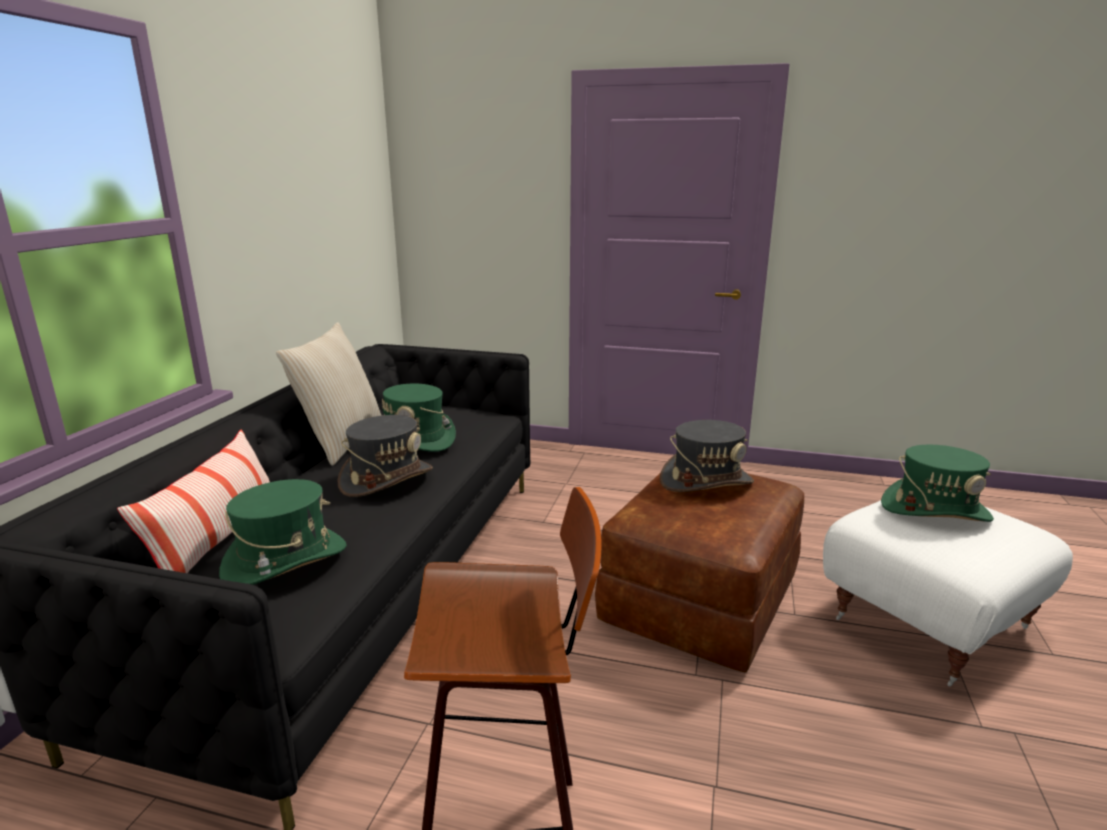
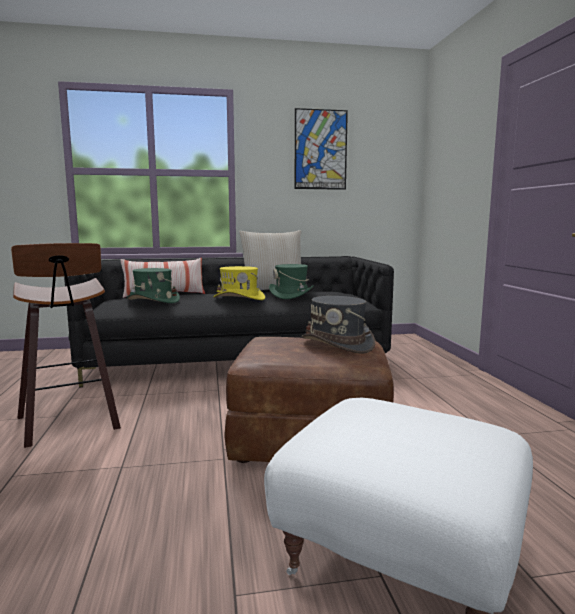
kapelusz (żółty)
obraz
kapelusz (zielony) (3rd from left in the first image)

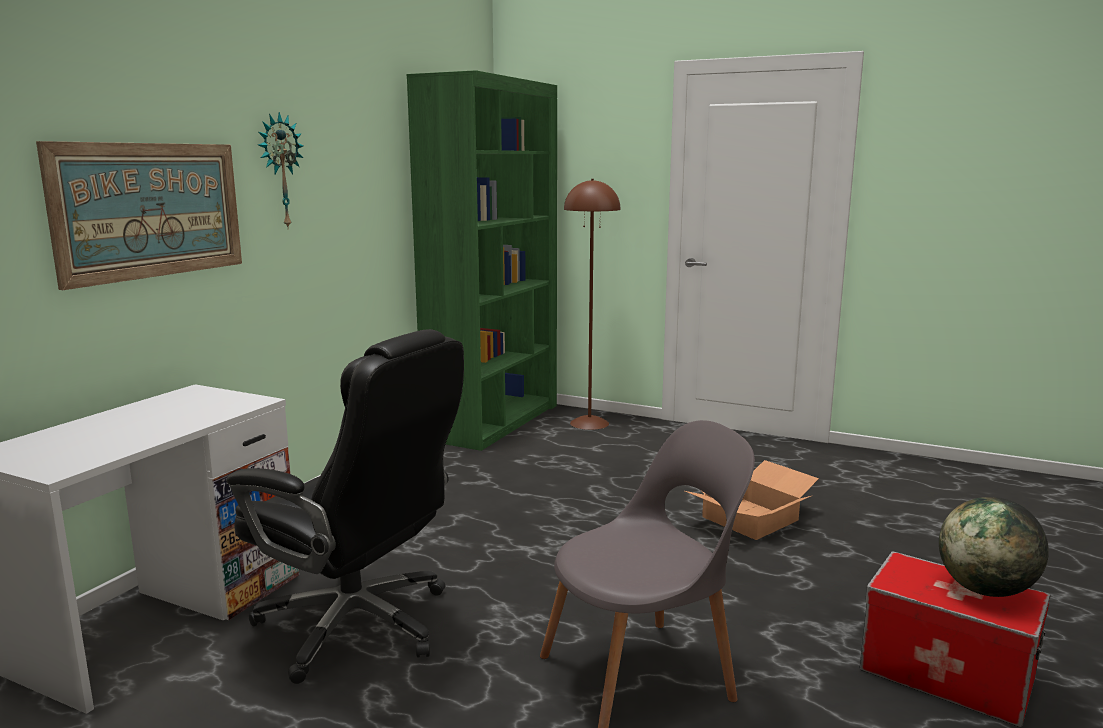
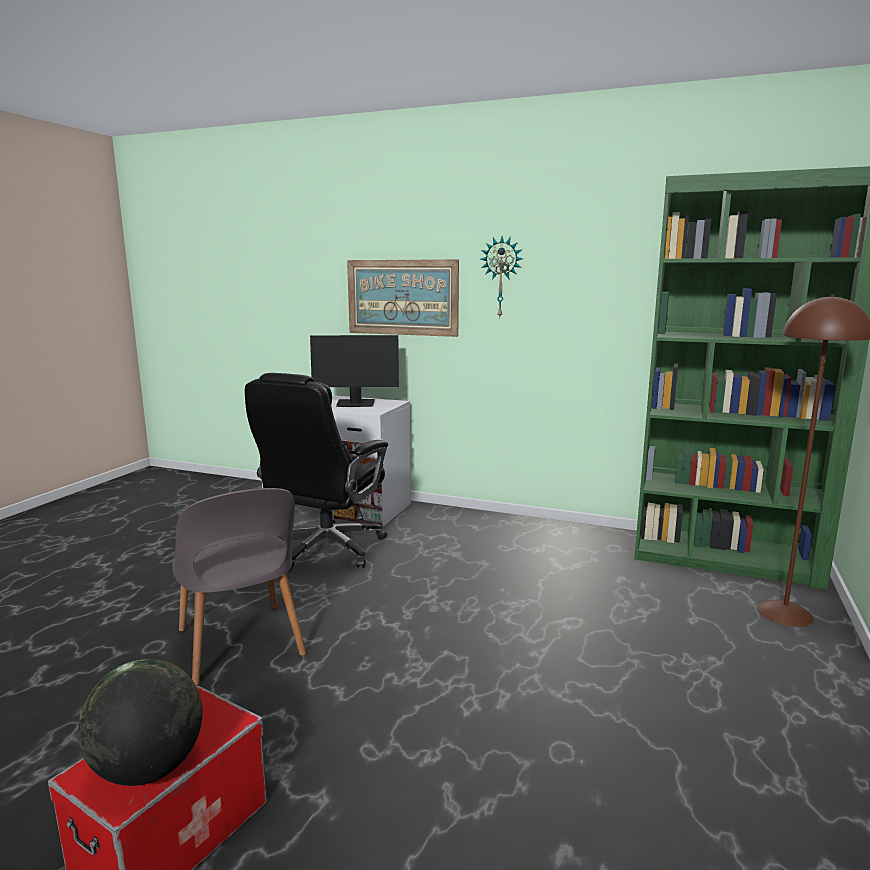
monitor
karton

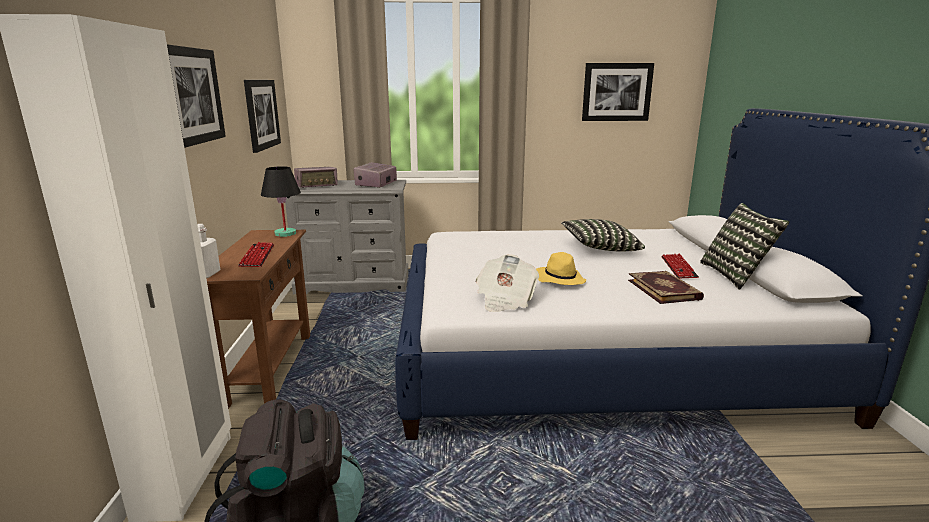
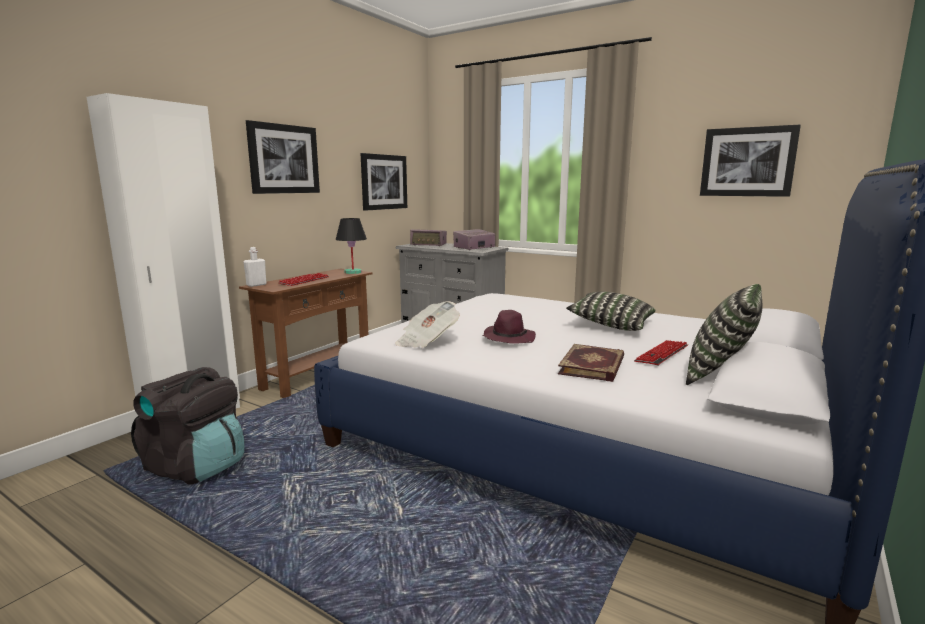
kapelusz (fioletowy)

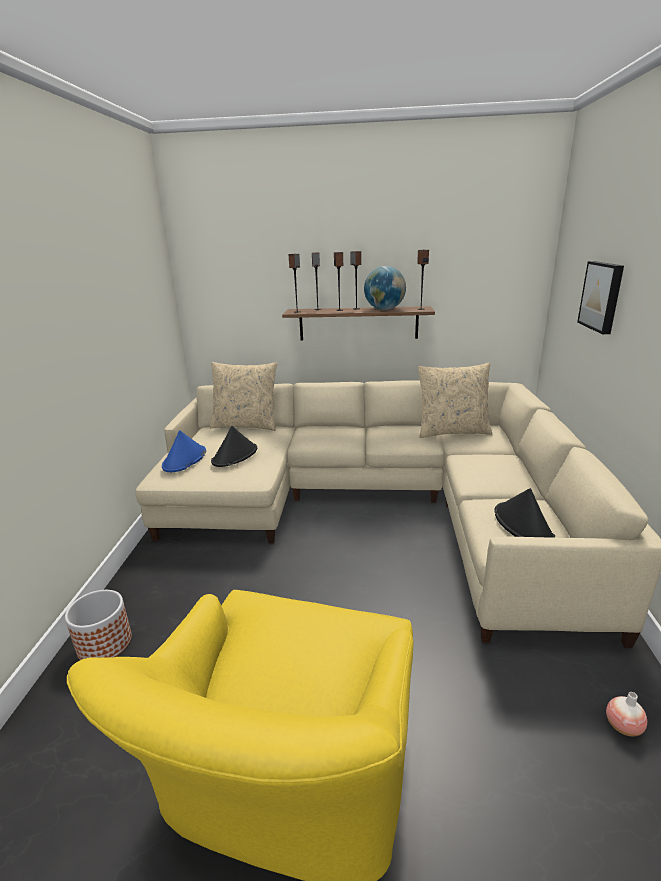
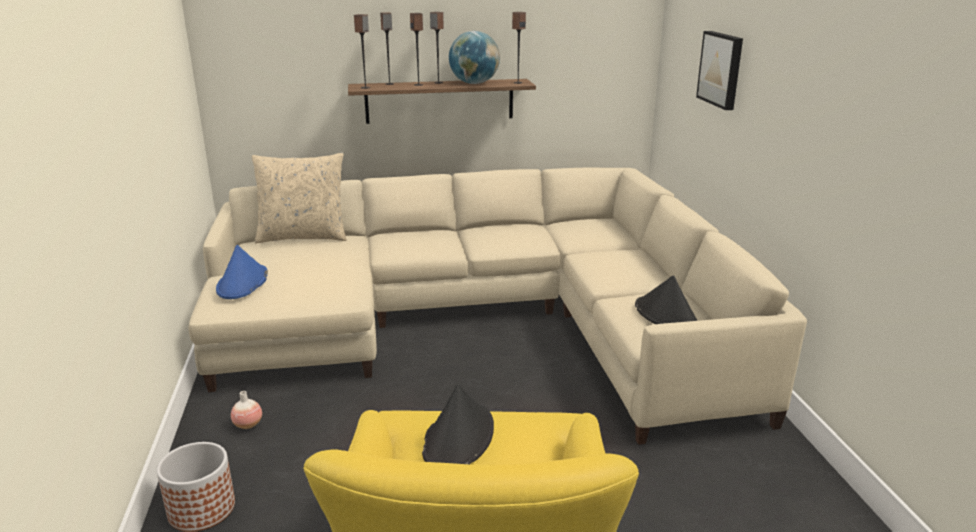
wazon
kapelusz (czarny) (1st from left)
poduszka (beżowy) (2nd from left in the first image)

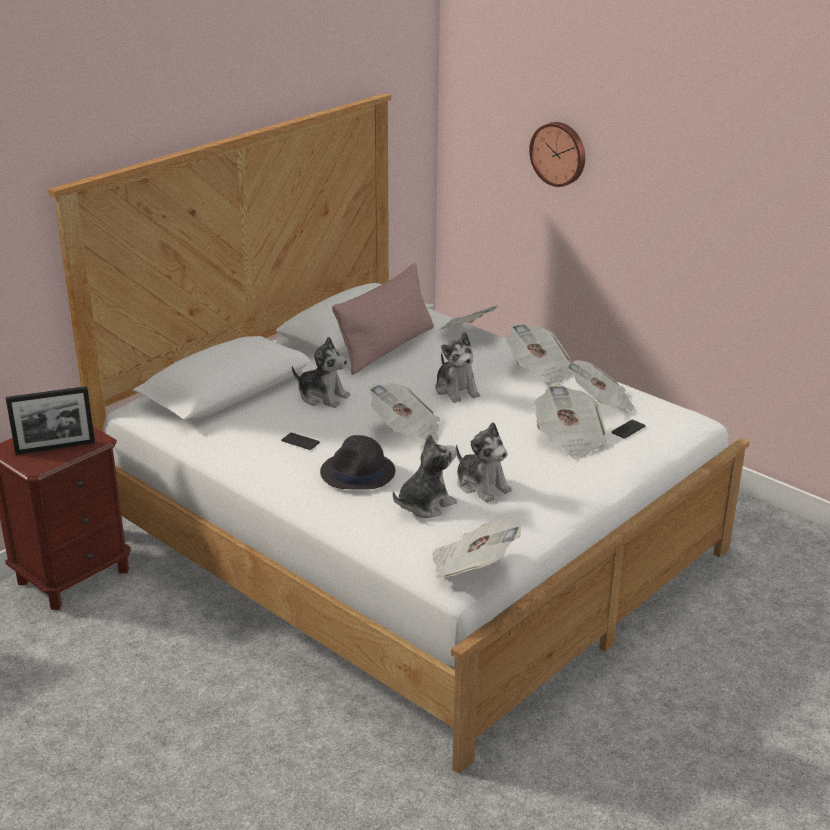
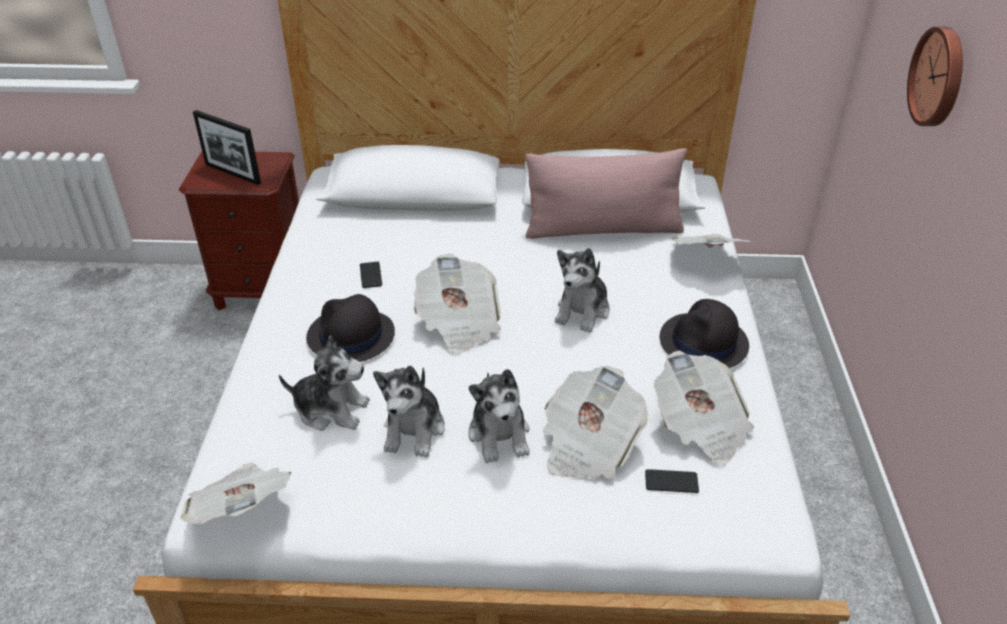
pluszak (3rd from left)
kapelusz (czarny) (2nd from left)

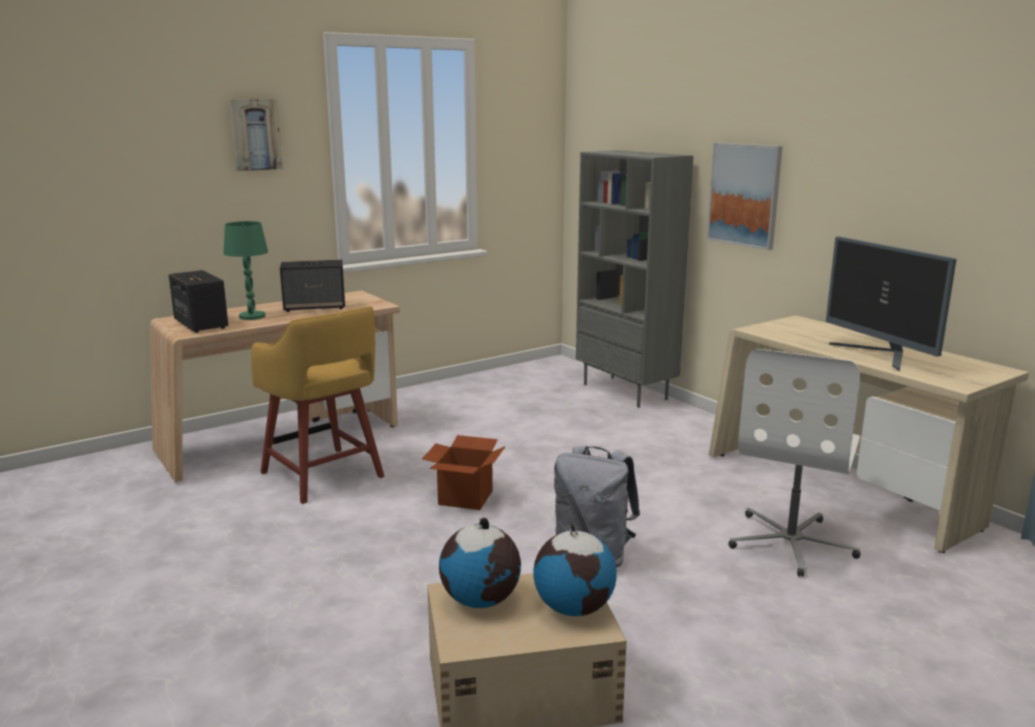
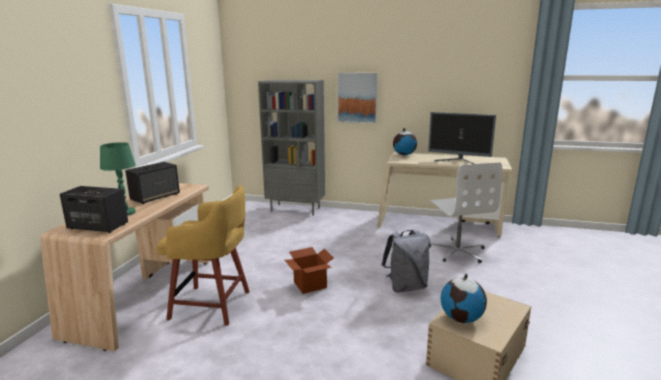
globus (1st from left)
obraz (1st from left in the first image)

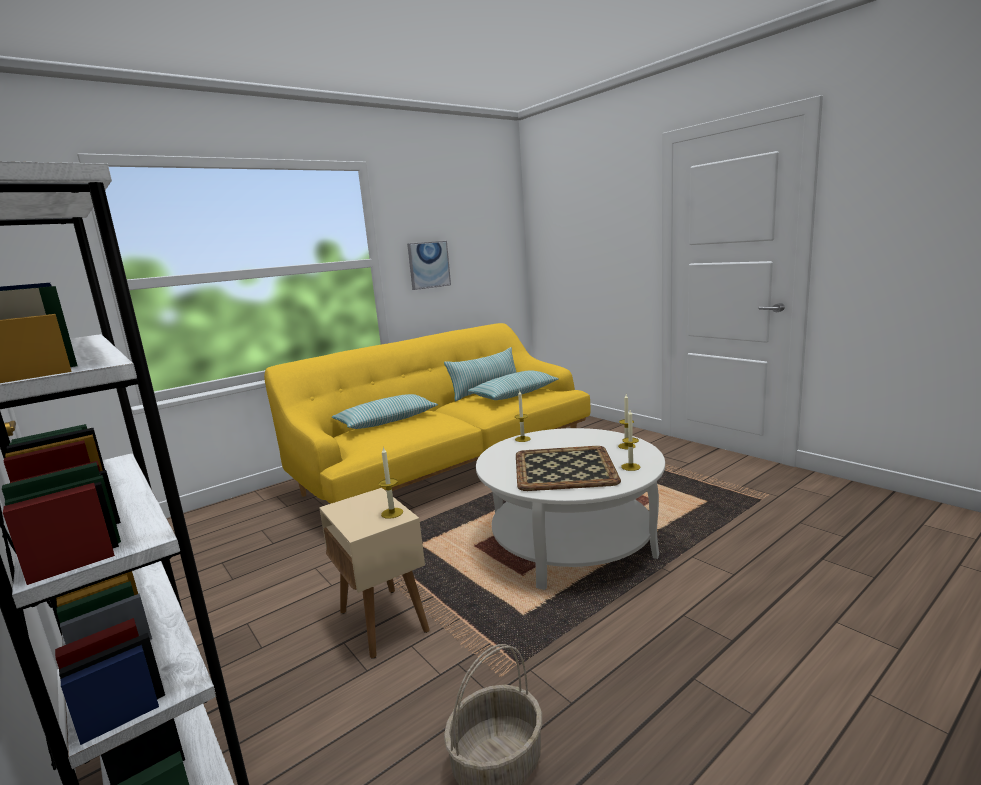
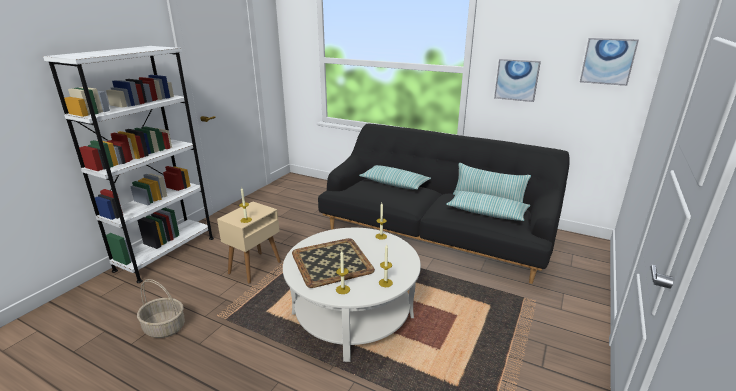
kanapa (czarny)
obraz (2nd from left)

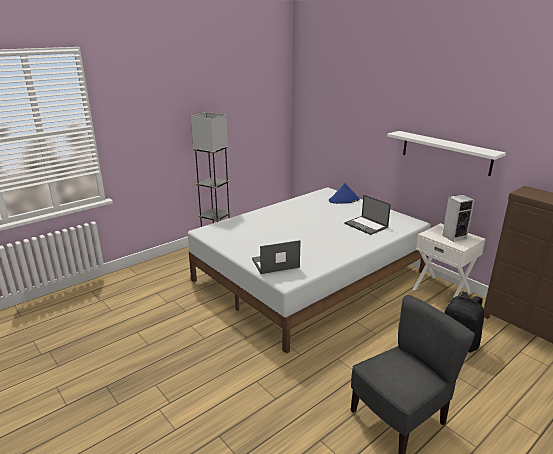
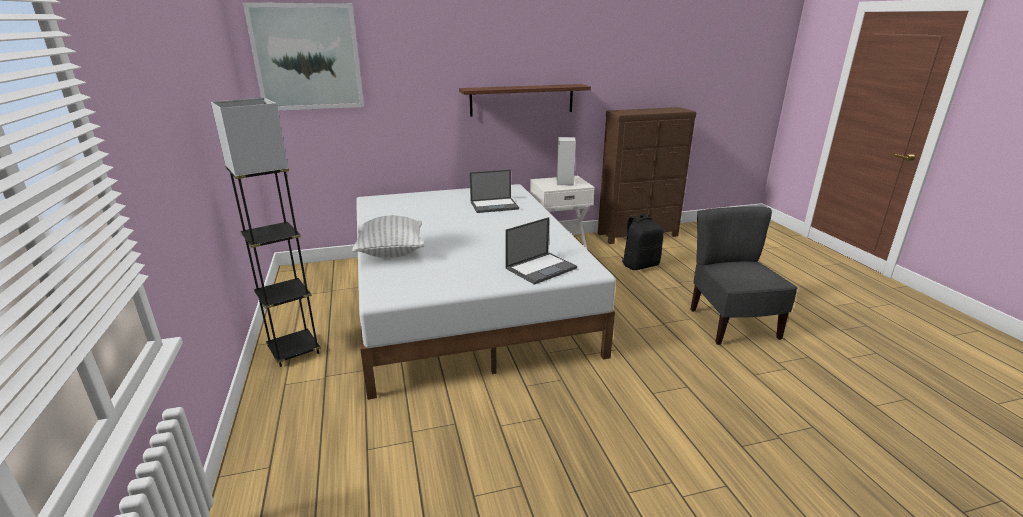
obraz
poduszka (biały)
półka (brązowy)
laptop (2nd from left)
kapelusz (niebieski)

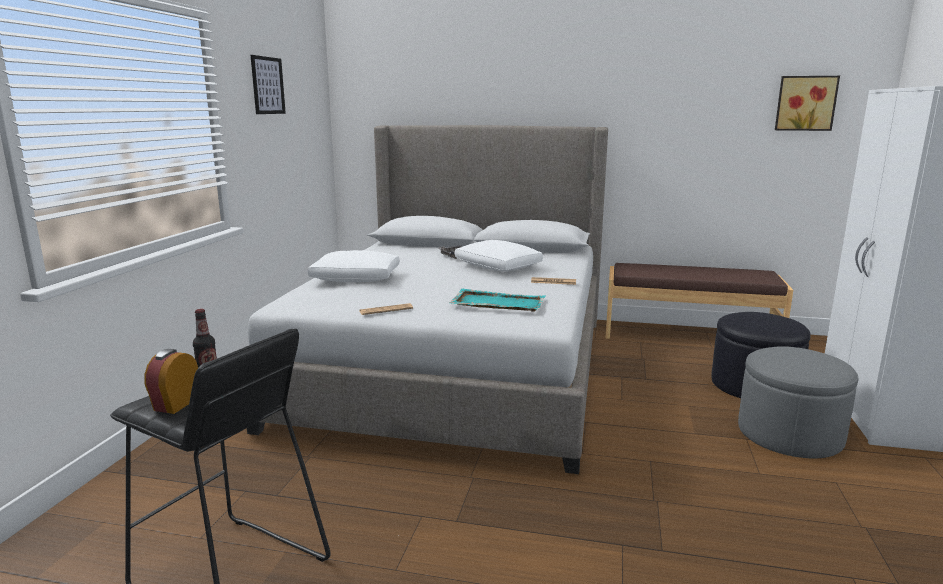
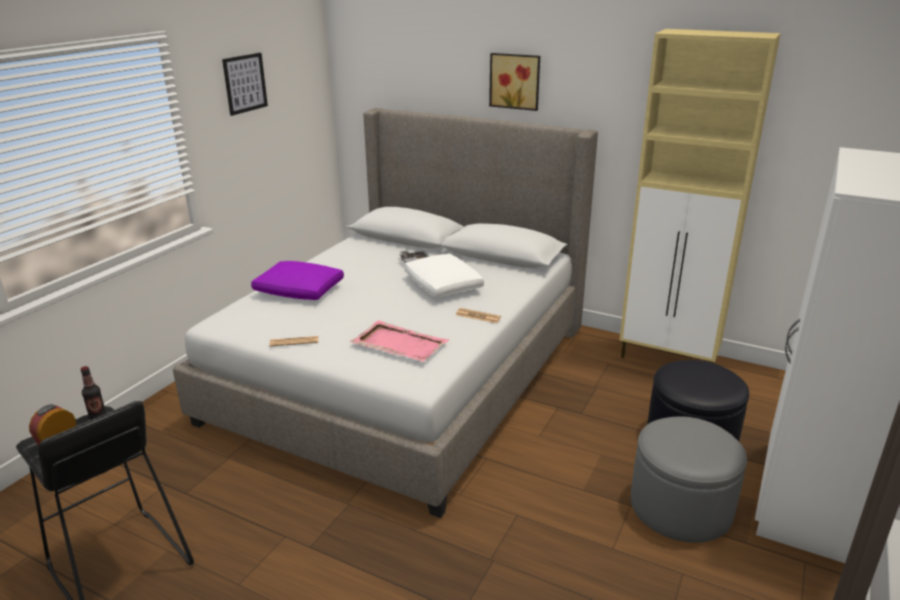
poduszka (fioletowy)
taca (różowy)
obraz (2nd from left)
szafka (beżowy)

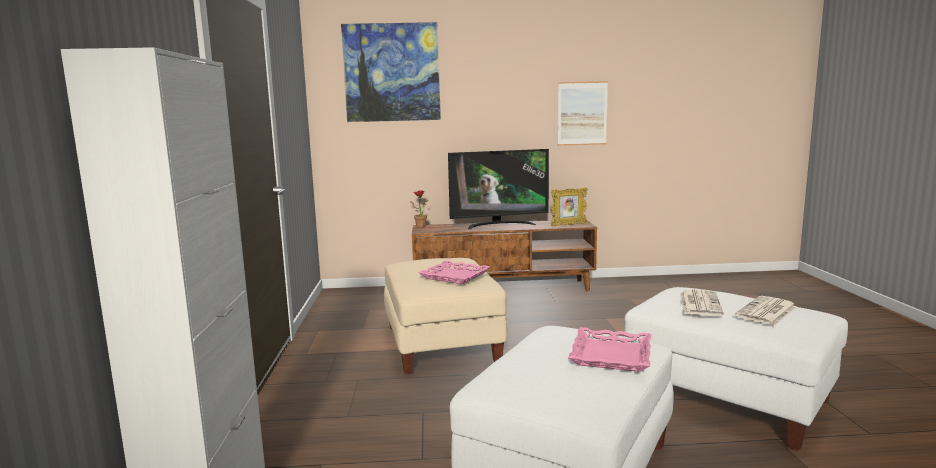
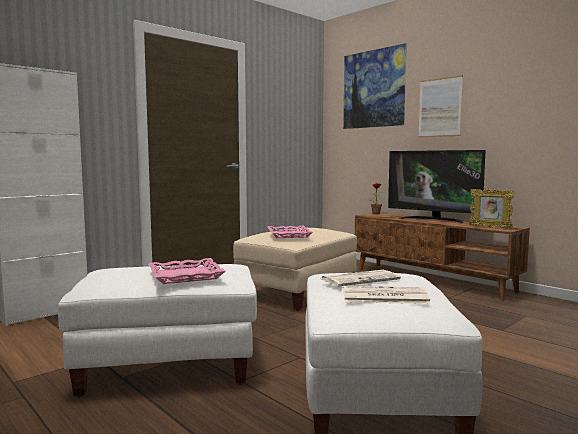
obraz (2nd from left)

